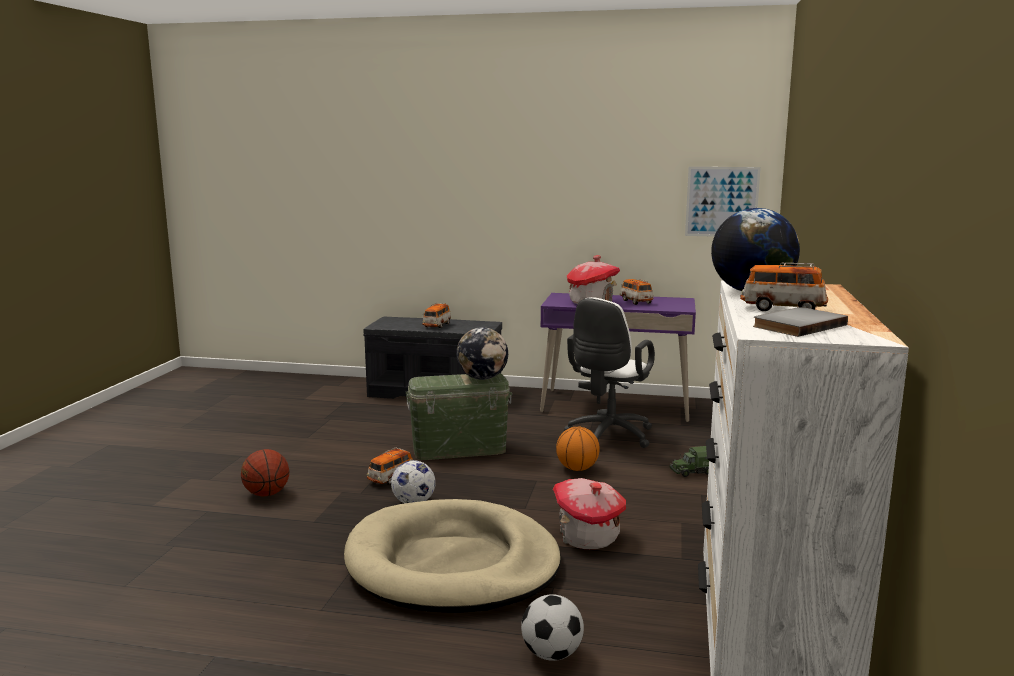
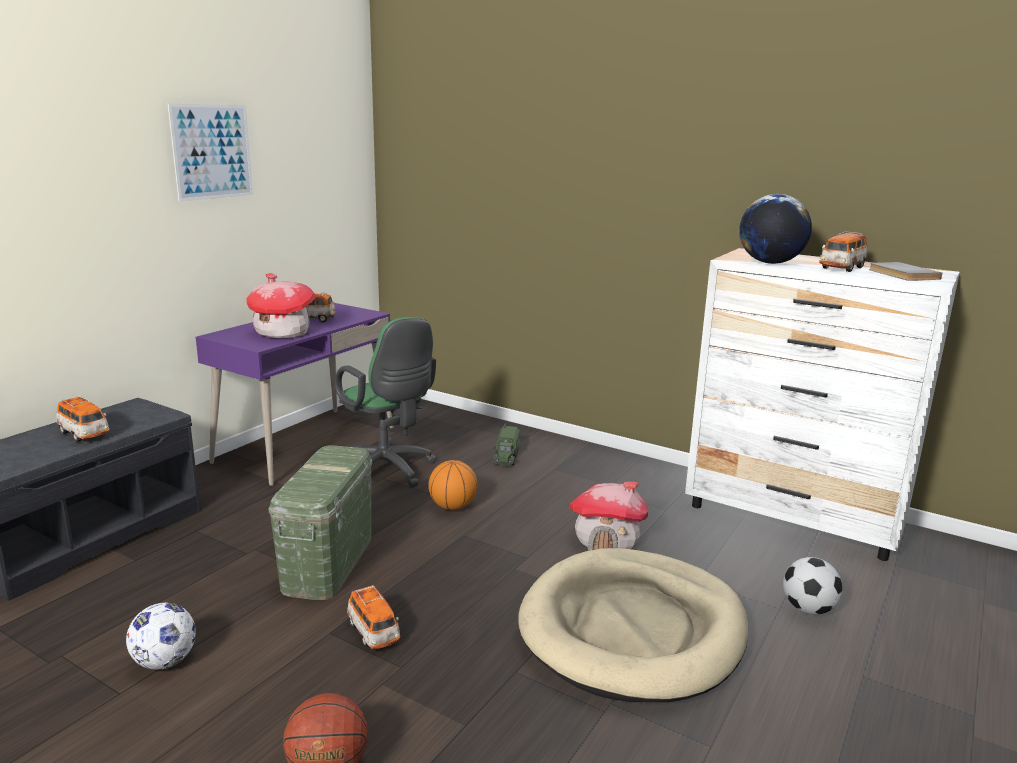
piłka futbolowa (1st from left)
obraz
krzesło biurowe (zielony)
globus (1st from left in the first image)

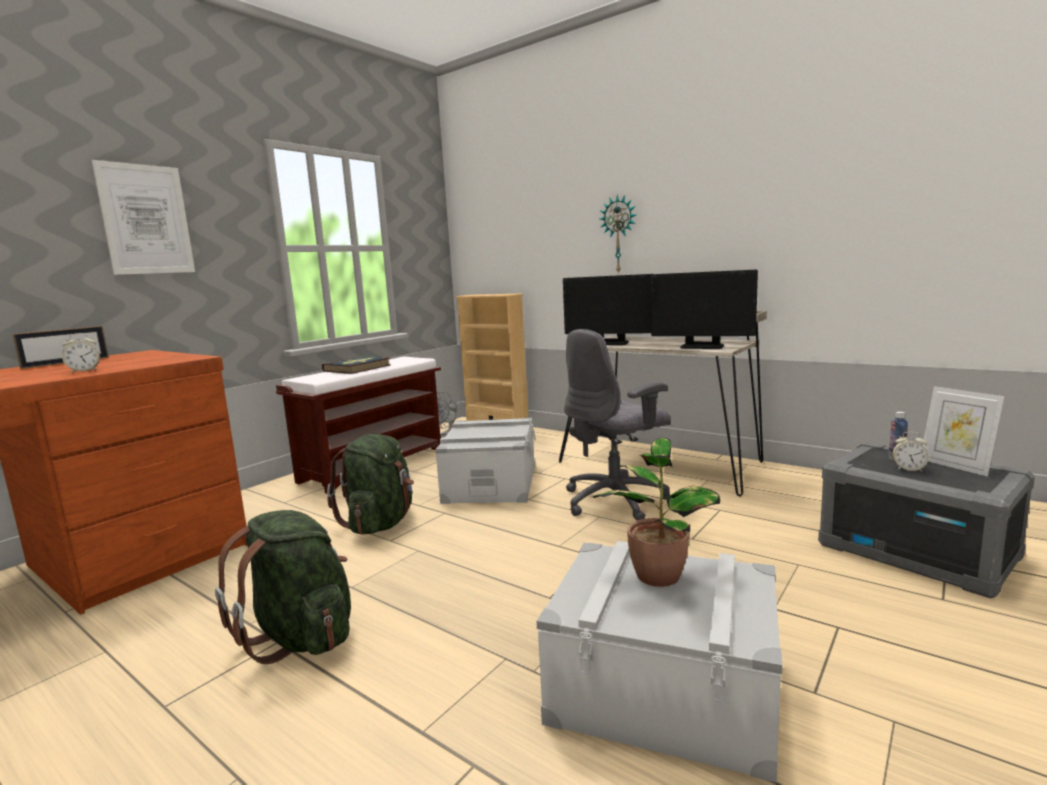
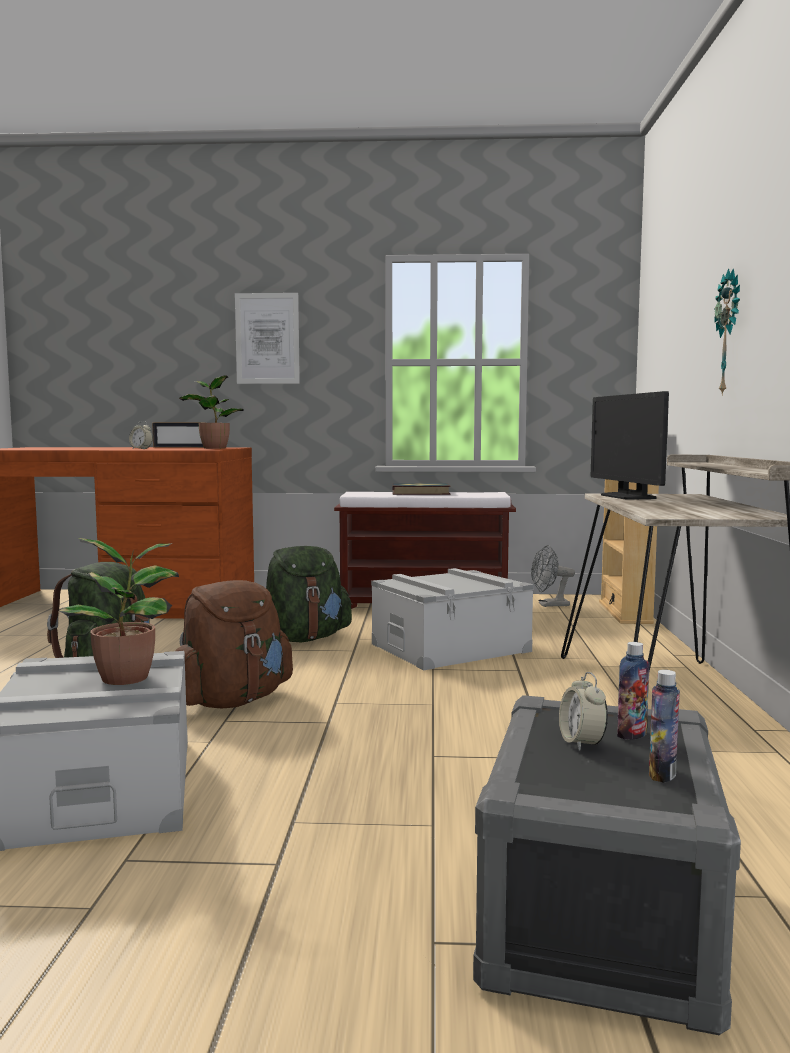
plecak (brązowy)
roślina doniczkowa (2nd from left)
butelka (2nd from left)
krzesło biurowe (szary)
monitor (2nd from left in the first image)

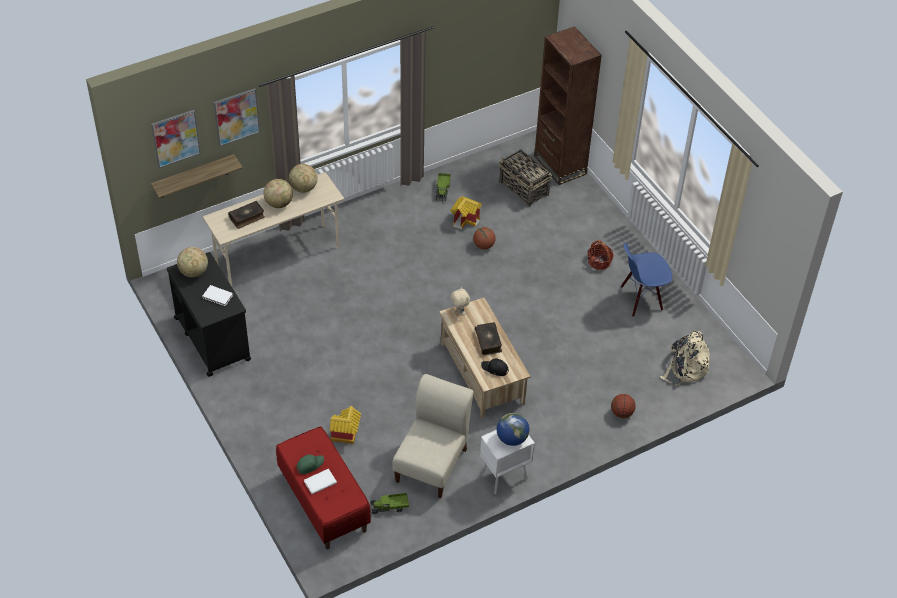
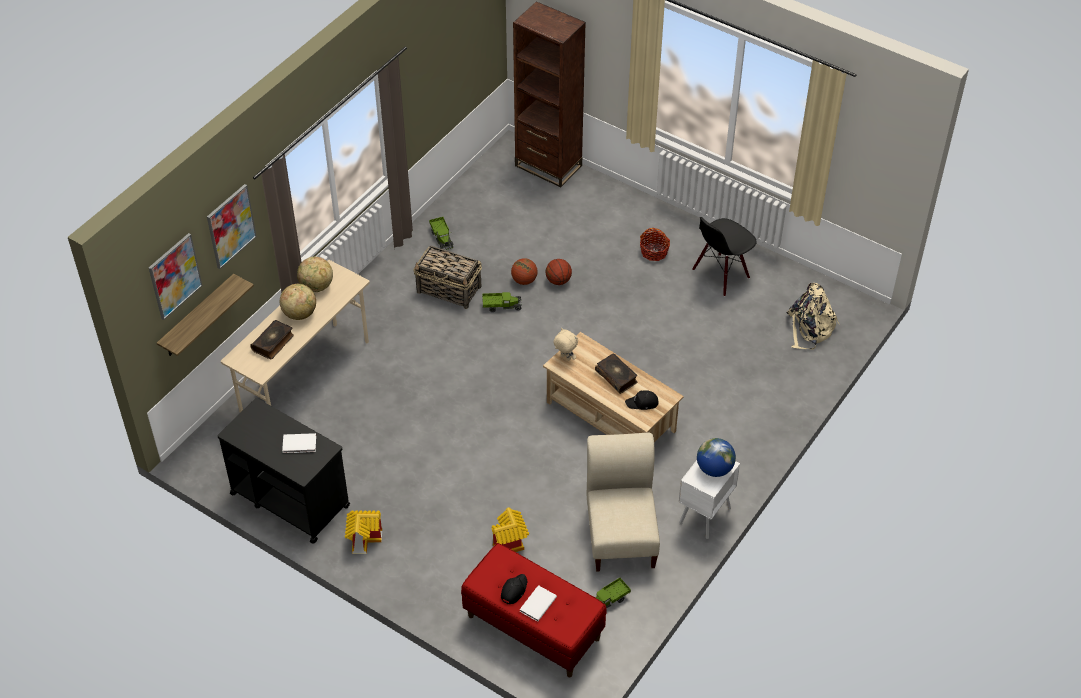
domek (1st from left)
koszyk (1st from left)
ciężarówka zabawkowa (2nd from left)
czapka z daszkiem (czarny) (1st from left)
piłka do koszykówki (2nd from left)
krzesło (czarny)
globus (1st from left in the first image)

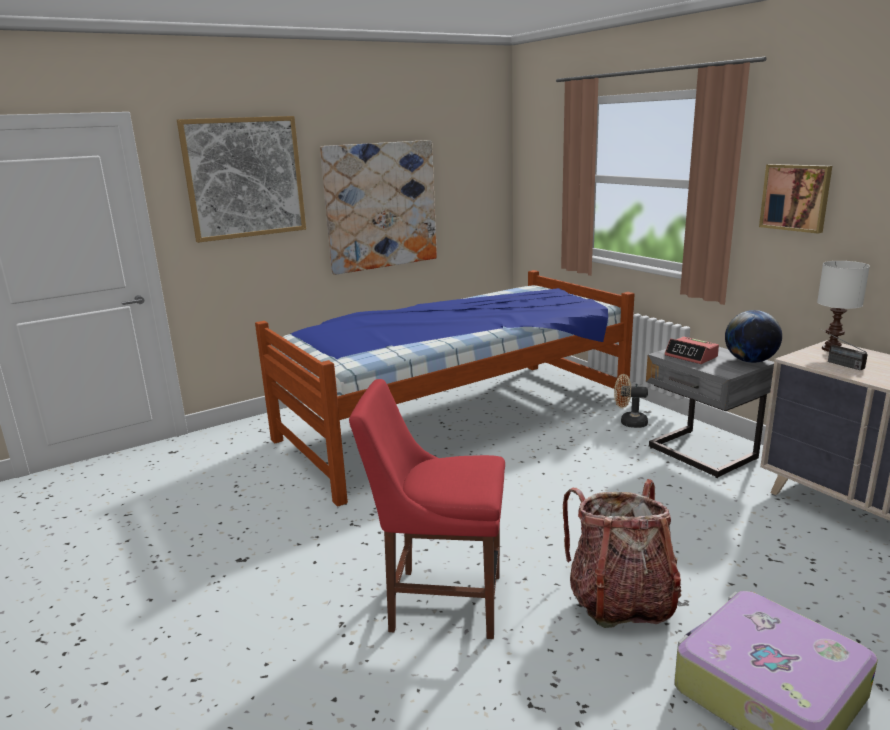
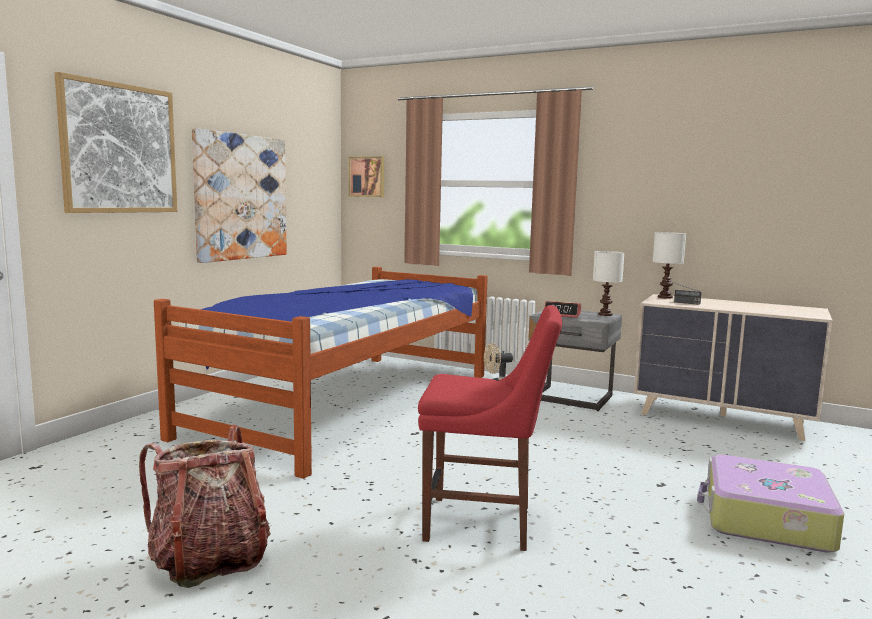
plecak
obraz (3rd from left)
krzesło (czerwony)
lampa stołowa (biały) (1st from left)

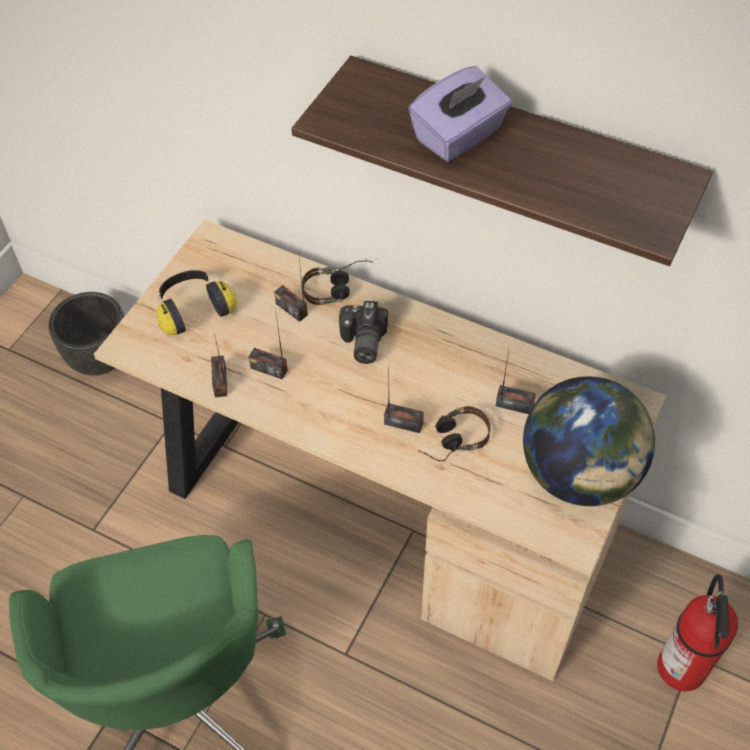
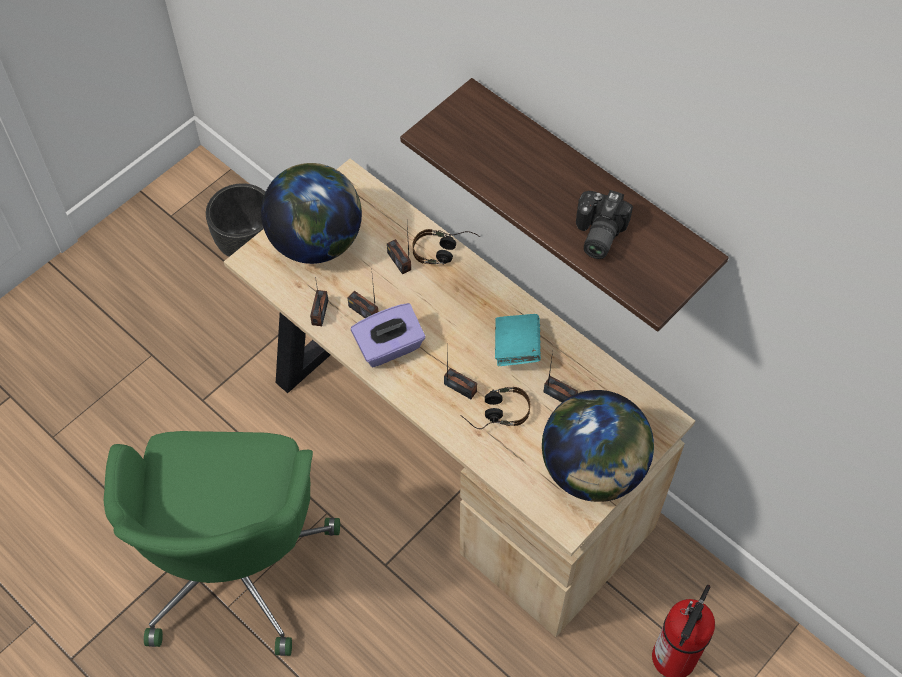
globus (1st from left)
pudełko chusteczek (fioletowy)
książka (turkusowy)
aparat fotograficzny

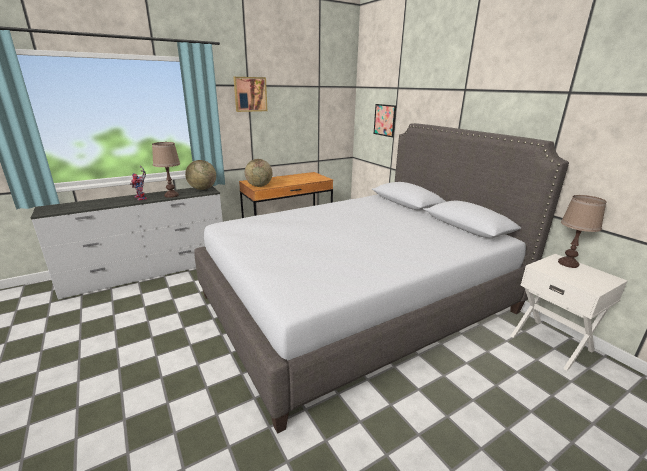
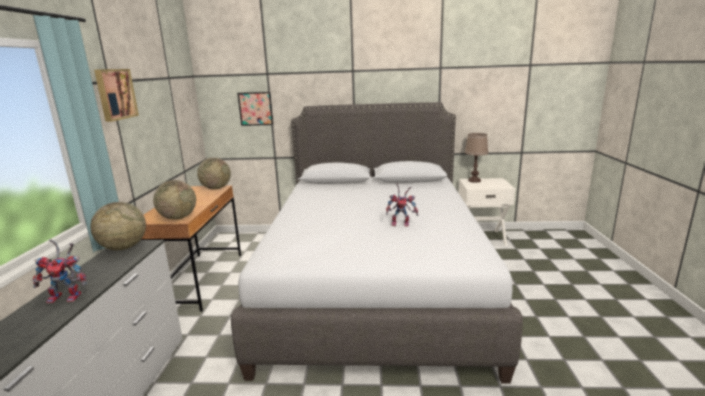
globus (3rd from left)
robot zabawkowy (2nd from left)
lampa stołowa (brązowy) (1st from left in the first image)

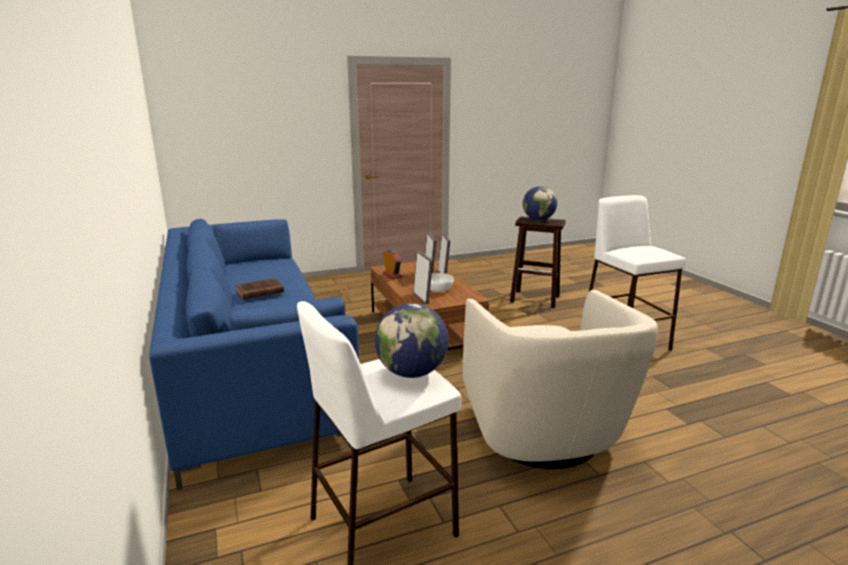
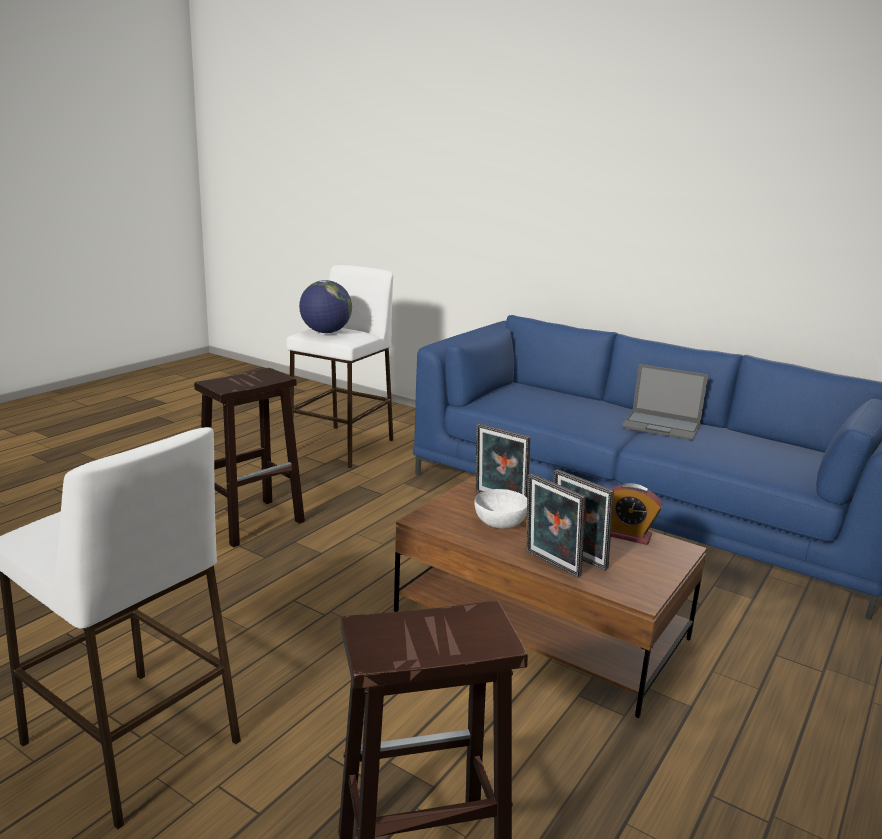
stołek (brązowy) (1st from left)
laptop
globus (2nd from left in the first image)

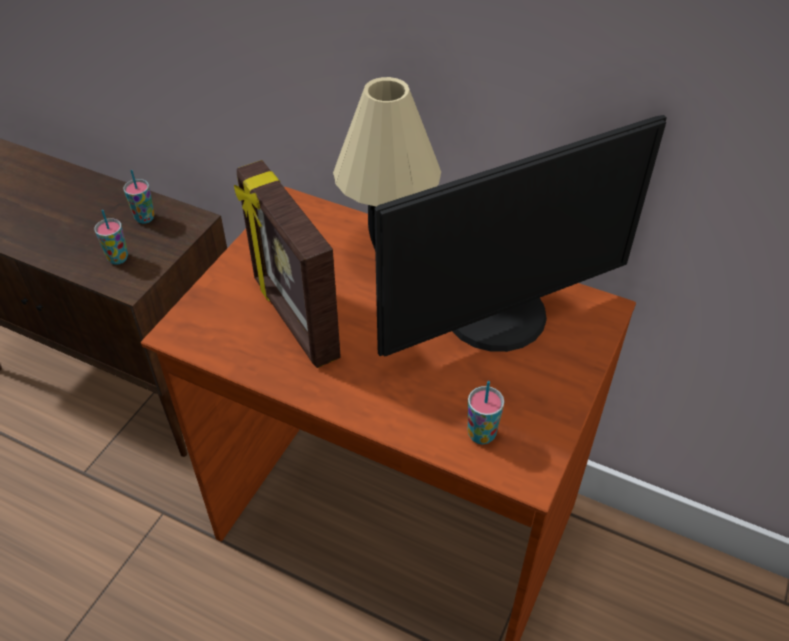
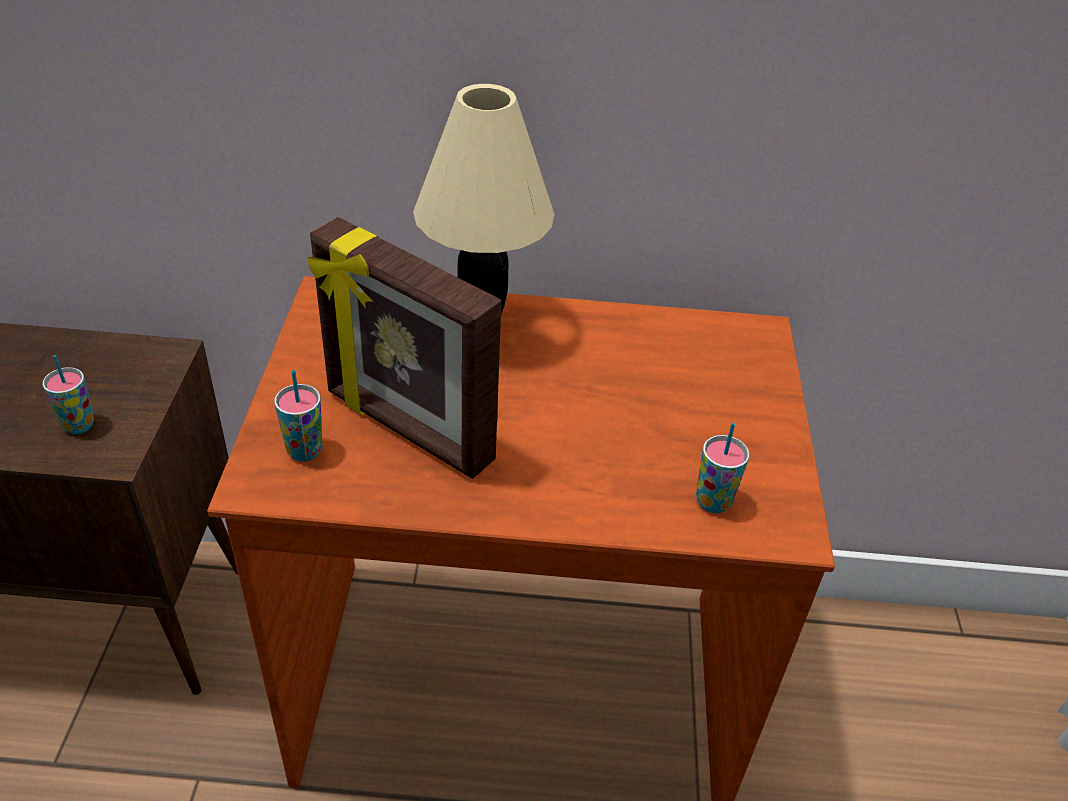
filiżanka (2nd from left)
monitor

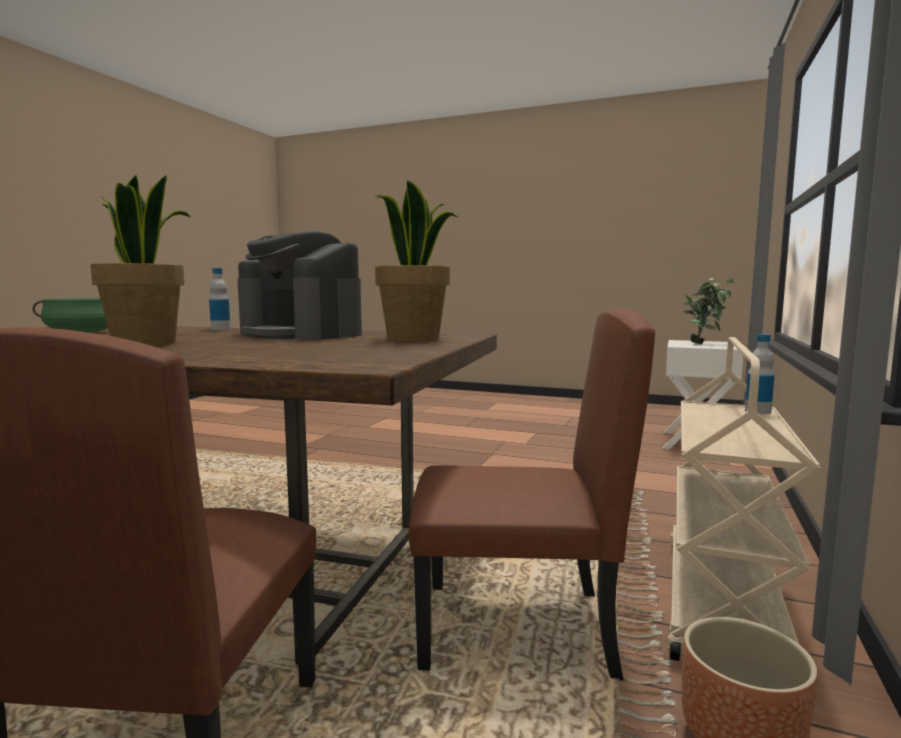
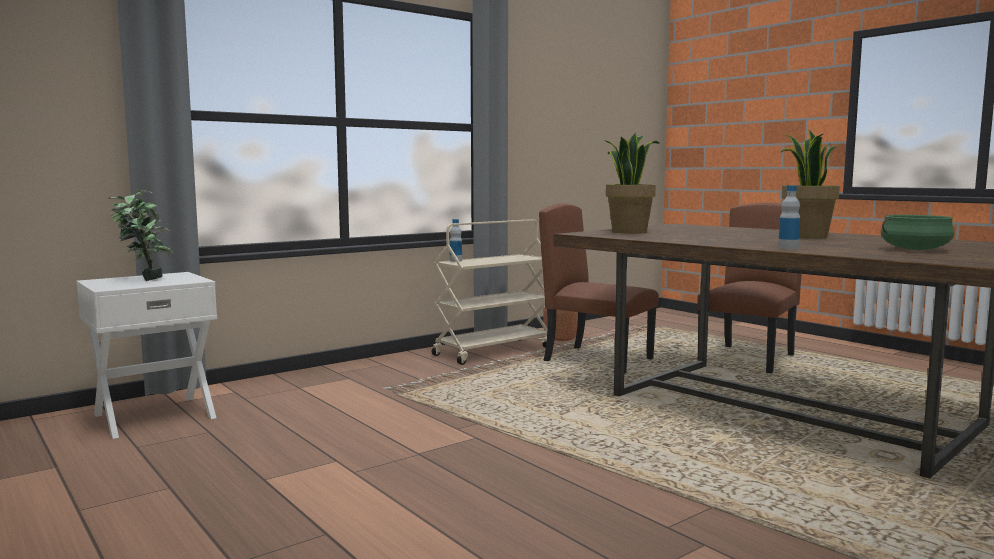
ekspres do kawy

